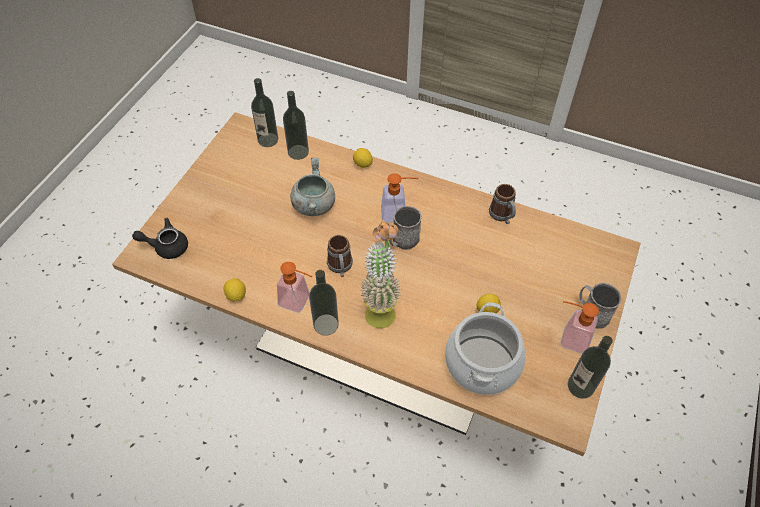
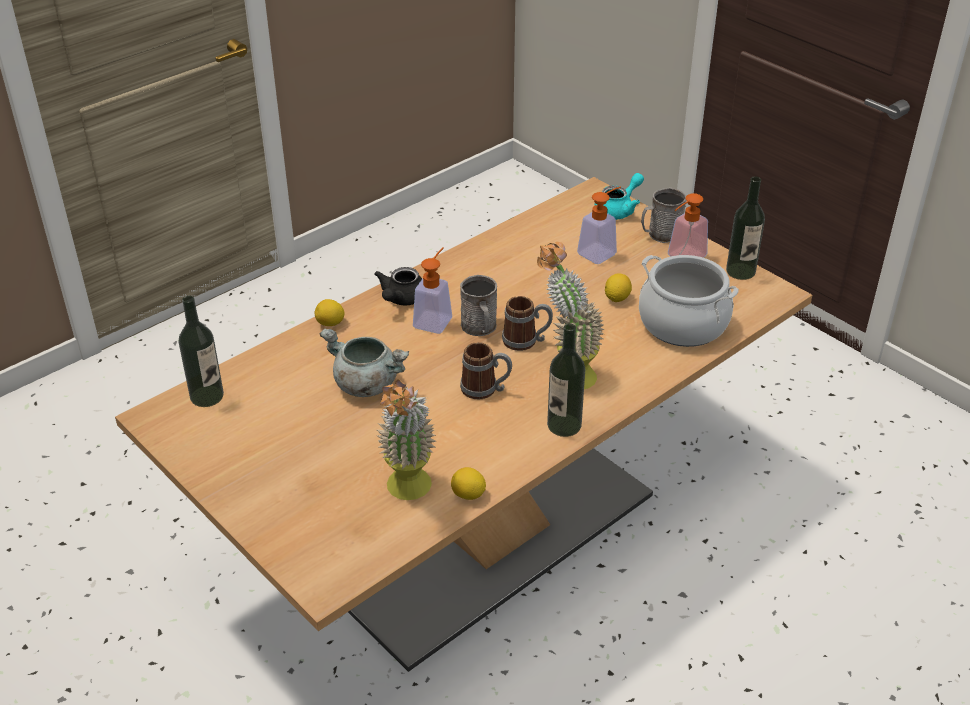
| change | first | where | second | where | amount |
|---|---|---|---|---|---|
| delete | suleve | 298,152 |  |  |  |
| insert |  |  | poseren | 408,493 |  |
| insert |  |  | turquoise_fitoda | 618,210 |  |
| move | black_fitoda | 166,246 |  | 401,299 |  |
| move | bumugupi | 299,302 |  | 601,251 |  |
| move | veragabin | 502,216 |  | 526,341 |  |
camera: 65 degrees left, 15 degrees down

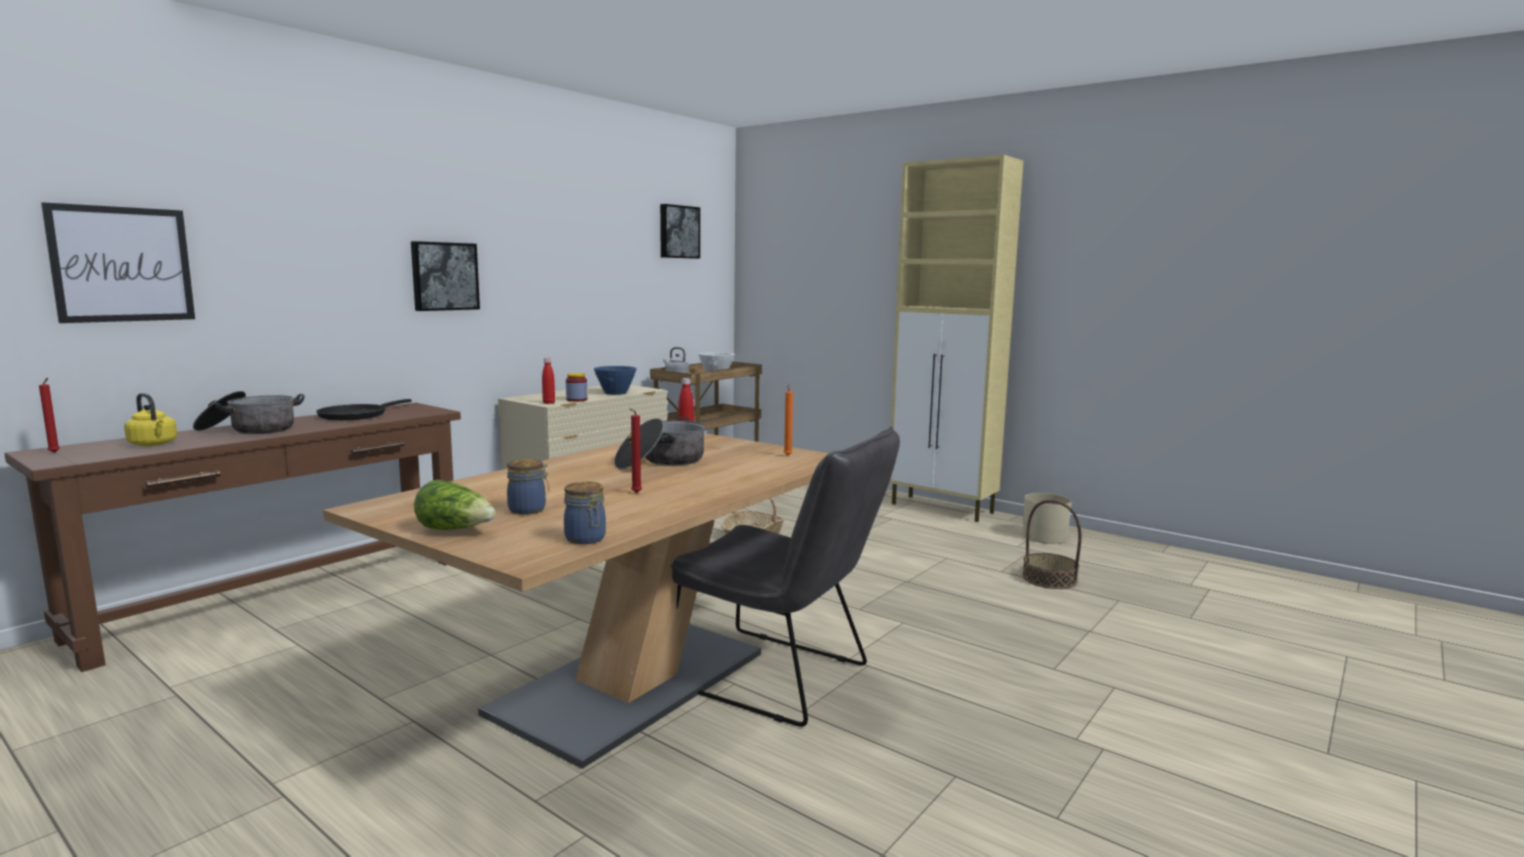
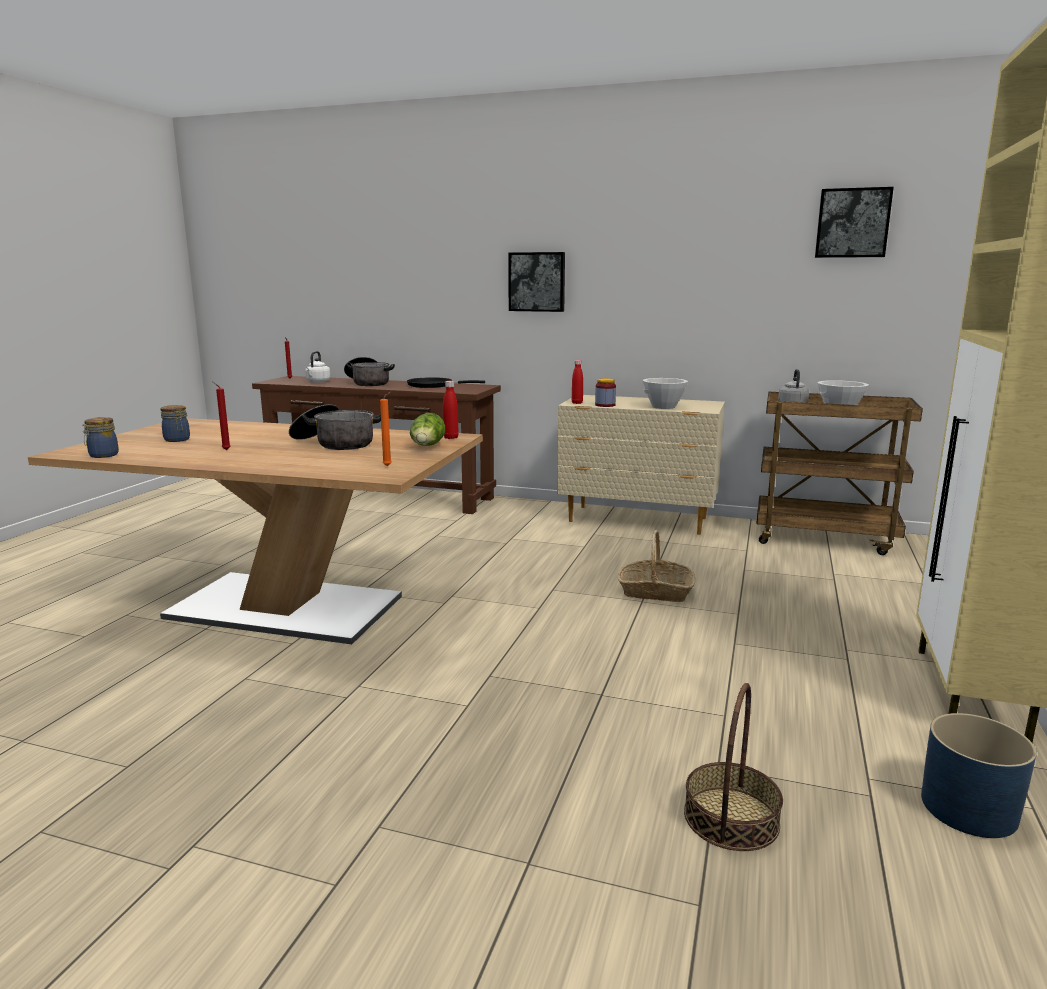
| change | first | where | second | where | amount |
|---|---|---|---|---|---|
| delete | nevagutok | 122,264 |  |  |  |
| delete | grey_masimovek | 780,679 |  |  |  |
| move | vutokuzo | 456,530 |  | 427,447 |  |
| recolor | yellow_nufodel | 154,444 | white_nufodel | 317,382 |  |
| recolor | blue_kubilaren | 615,393 | white_kubilaren | 663,407 |  |
| recolor | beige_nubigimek | 1045,537 | blue_nubigimek | 969,809 |  |
camera: 70 degrees right, 5 degrees up

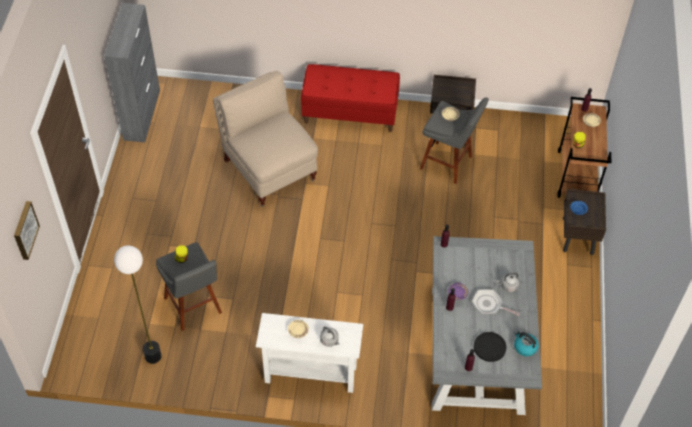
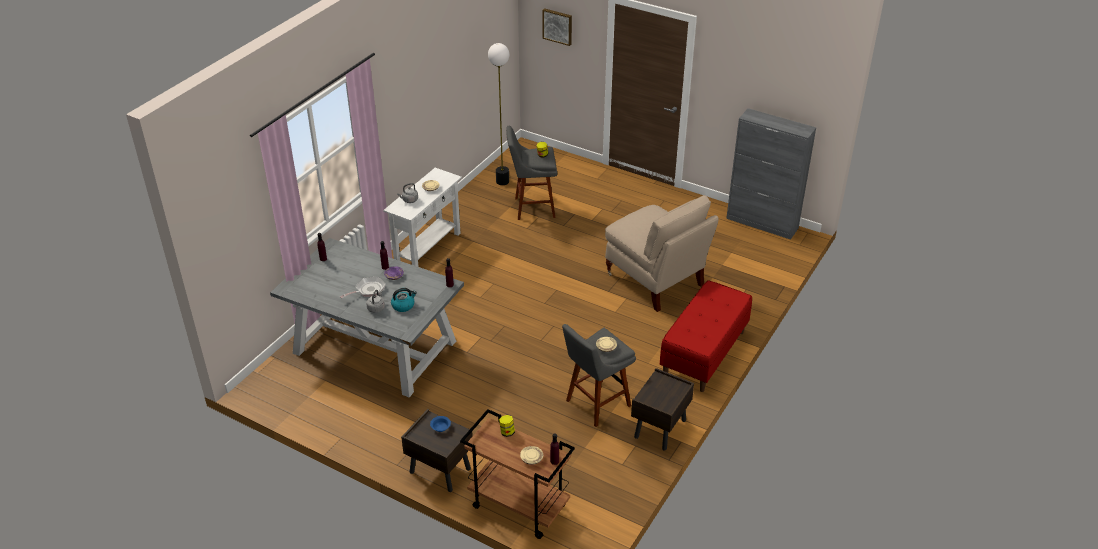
| change | first | where | second | where | amount |
|---|---|---|---|---|---|
| delete | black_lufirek | 489,347 |  |  |  |
| move | nufodel | 524,347 |  | 403,305 |  |
| rotate | beige_masimovek | 269,169 |  | 655,280 | 60 degrees clockwise |
camera: 115 degrees right, 15 degrees down

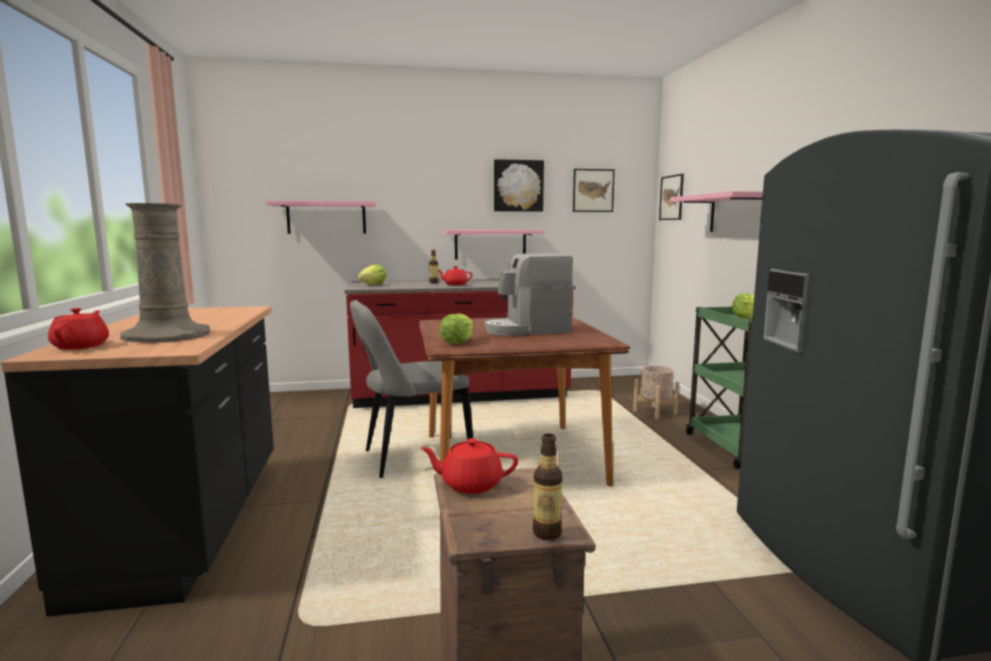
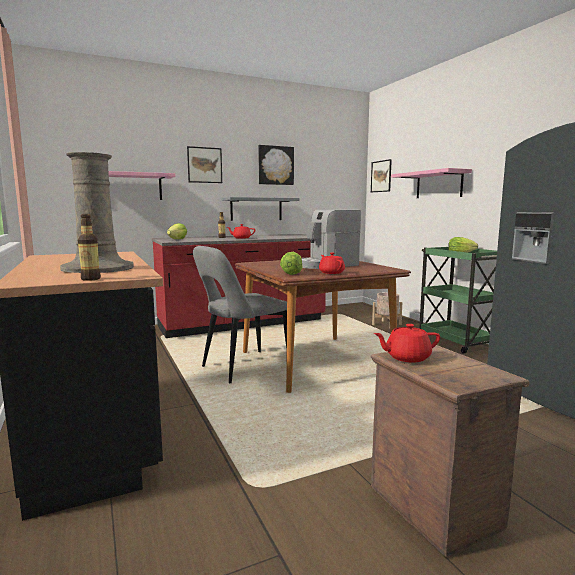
| change | first | where | second | where | amount |
|---|---|---|---|---|---|
| move | red_fitoda | 82,346 |  | 331,272 |  |
| move | suleve | 547,533 |  | 91,279 |  |
| move | nevagutok | 593,190 |  | 204,165 |  |
| recolor | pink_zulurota | 490,244 | grey_zulurota | 256,209 |  |
camera: 15 degrees left, 0 degrees up

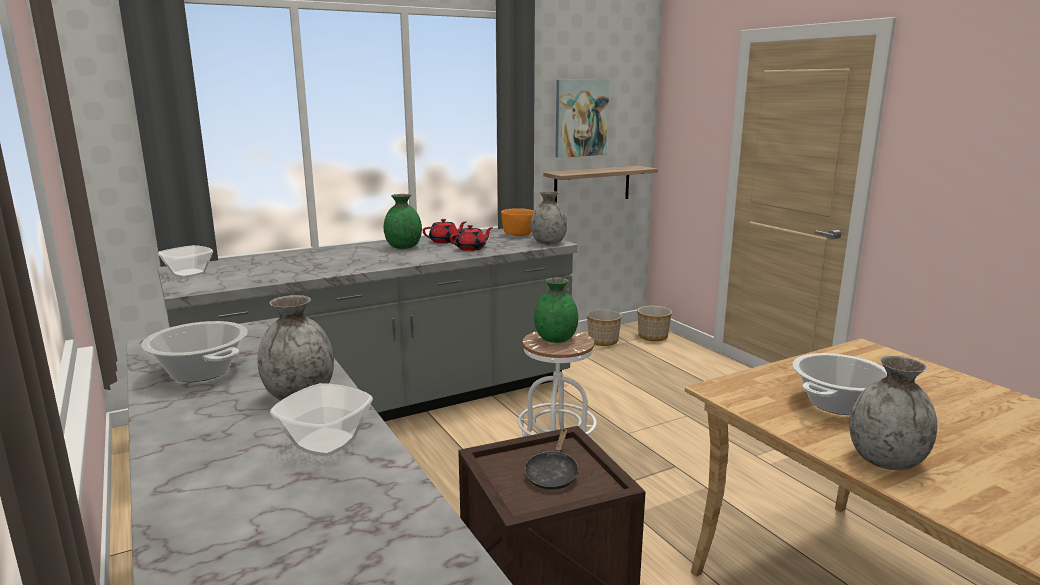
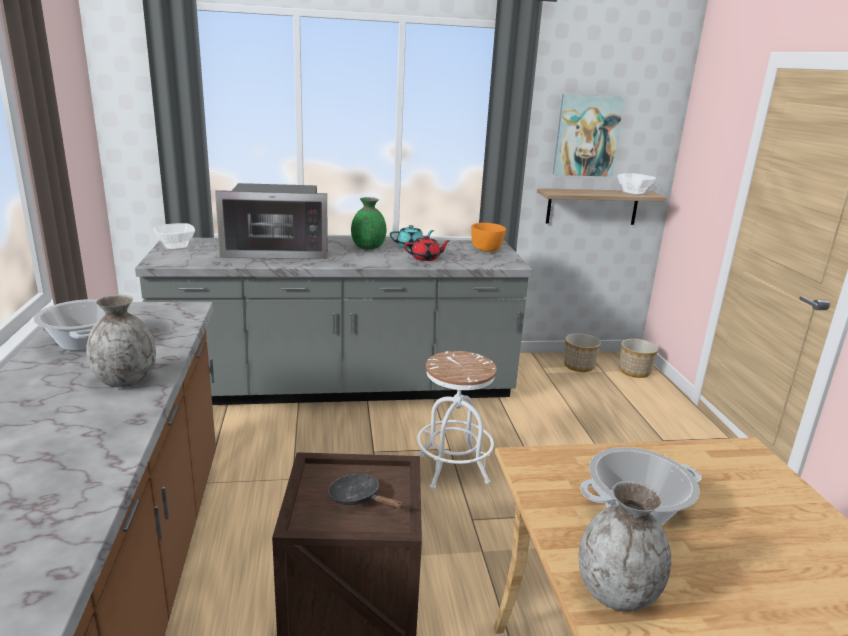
| change | first | where | second | where | amount |
|---|---|---|---|---|---|
| delete | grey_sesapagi | 548,243 |  |  |  |
| delete | green_sesapagi | 556,339 |  |  |  |
| insert |  |  | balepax | 277,250 |  |
| move | kubilaren | 327,442 |  | 634,193 |  |
| recolor | red_fitoda | 444,241 | turquoise_fitoda | 411,246 |  |
| rotate | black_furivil | 552,474 |  | 358,498 | 90 degrees clockwise |
camera: 20 degrees right, 5 degrees up

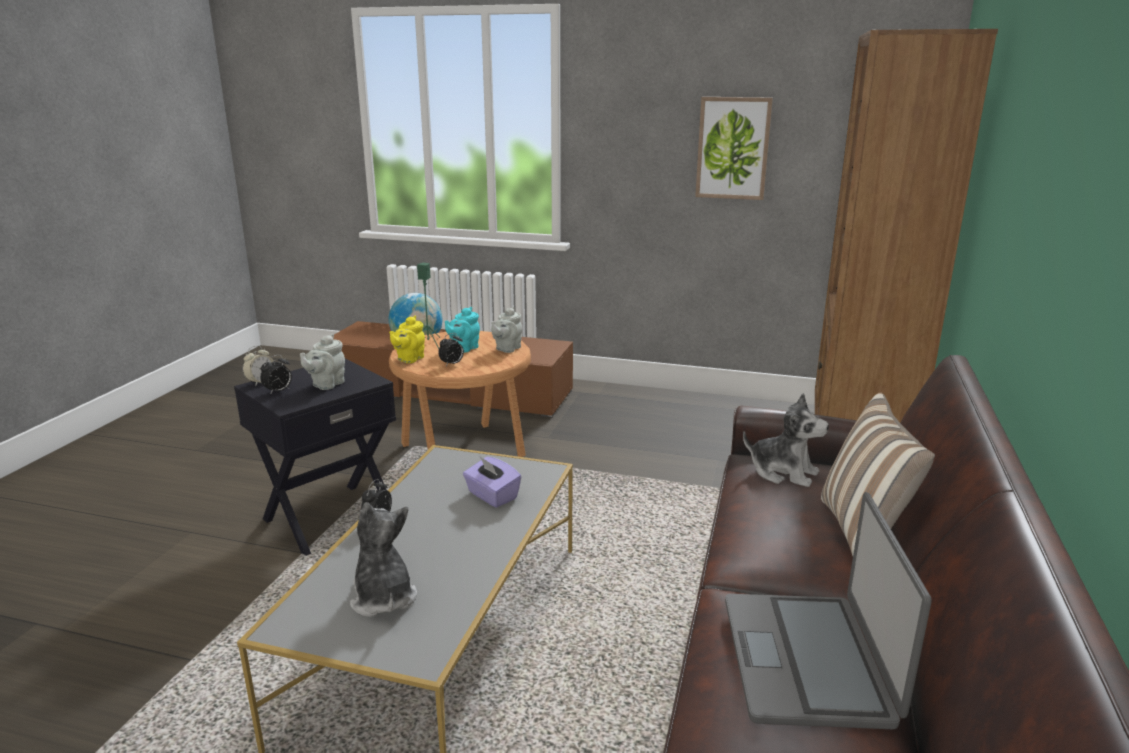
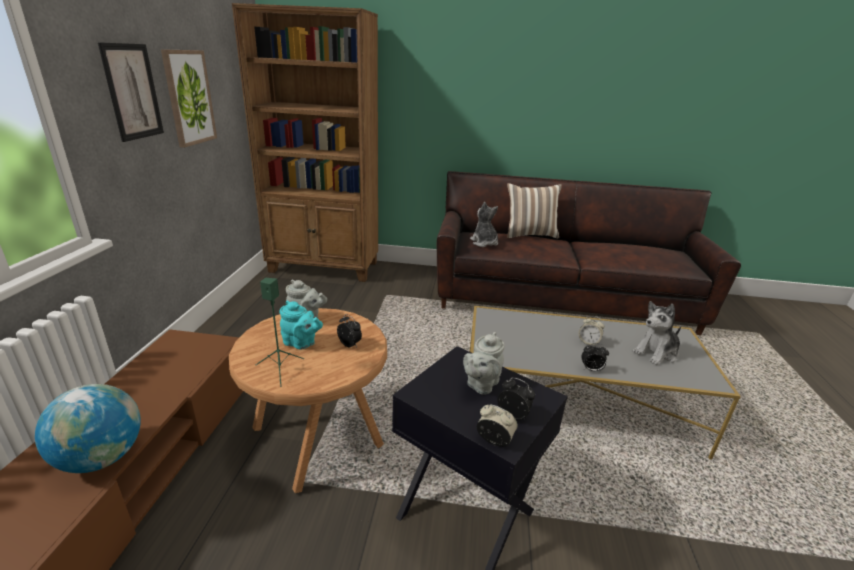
| change | first | where | second | where | amount |
|---|---|---|---|---|---|
| delete | yellow_fitoda | 409,359 |  |  |  |
| delete | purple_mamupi | 492,496 |  |  |  |
| delete | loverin | 808,660 |  |  |  |
| insert |  |  | nevagutok | 132,92 |  |
| insert |  |  | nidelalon | 588,342 |  |
| rotate | grey_fitoda | 326,384 |  | 481,384 | 105 degrees clockwise |
| rotate | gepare | 783,472 |  | 484,243 | 45 degrees counterclockwise |
camera: 100 degrees left, 5 degrees up

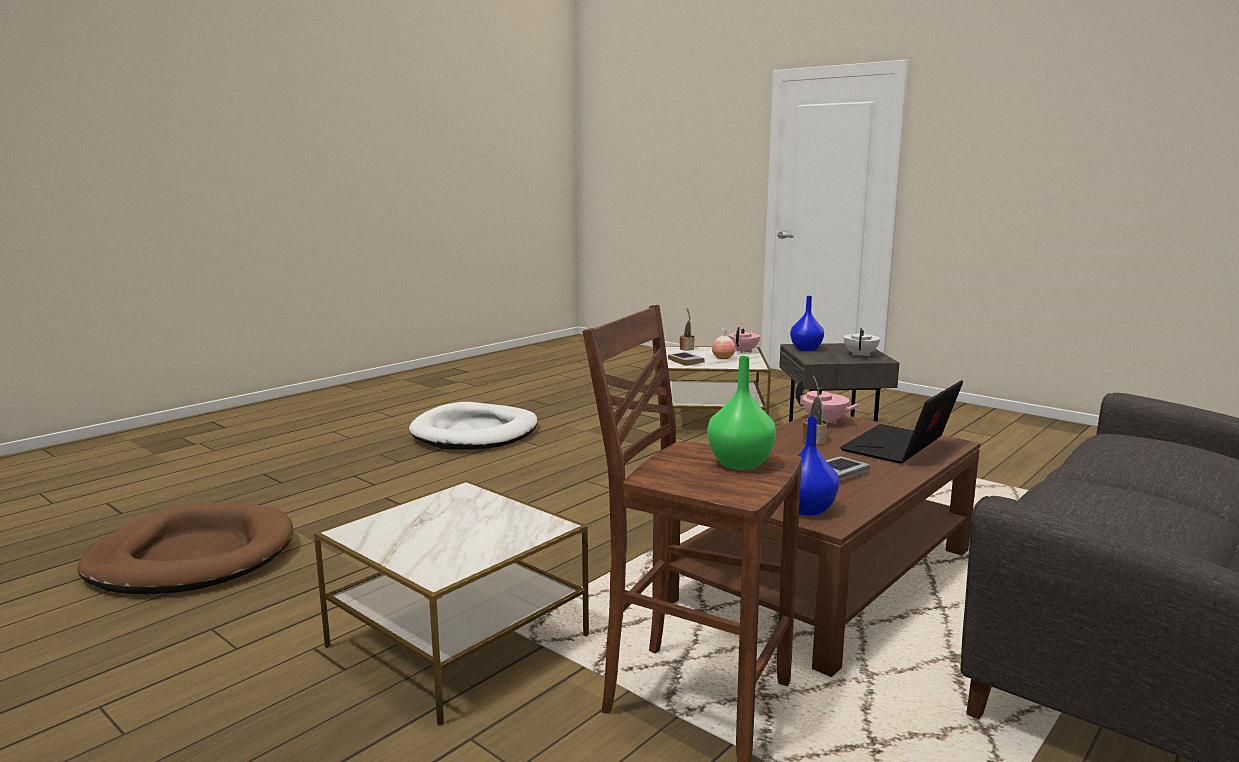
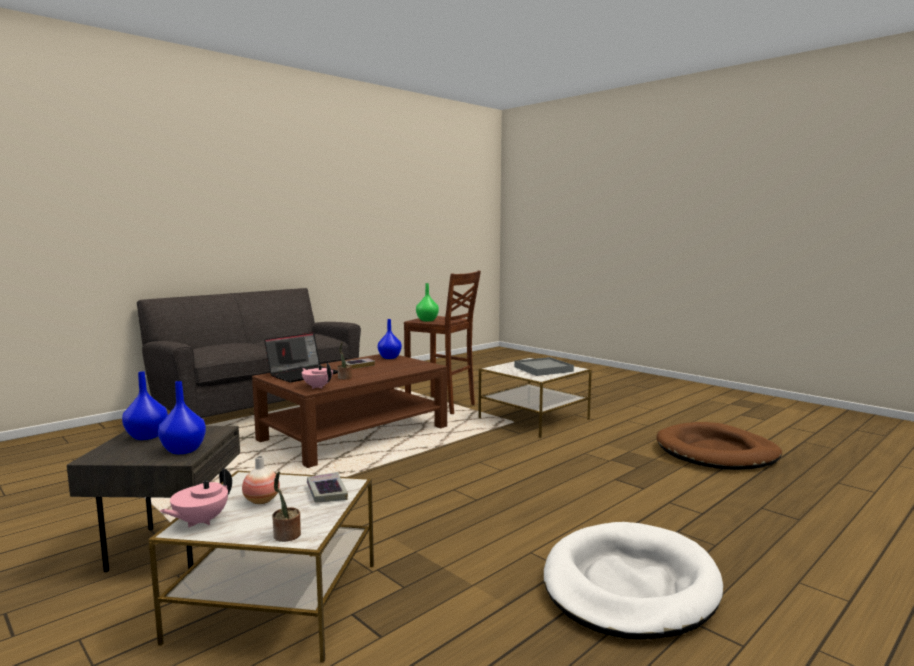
| change | first | where | second | where | amount |
|---|---|---|---|---|---|
| insert |  |  | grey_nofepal | 543,369 |  |
| replace | white_fitoda | 860,355 | blue_sesapagi | 146,436 |  |
camera: 175 degrees left, 5 degrees down

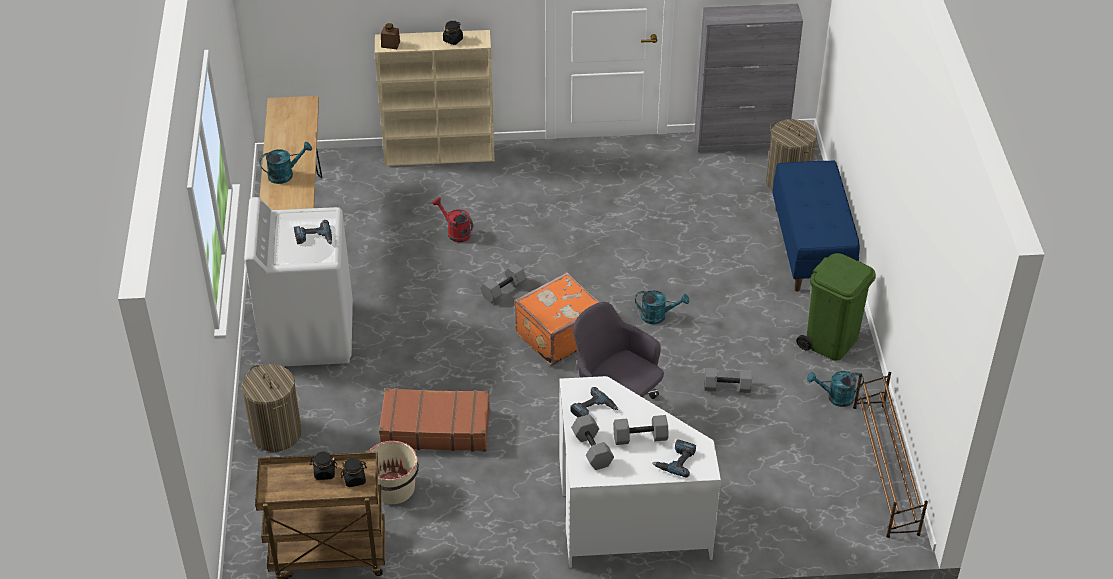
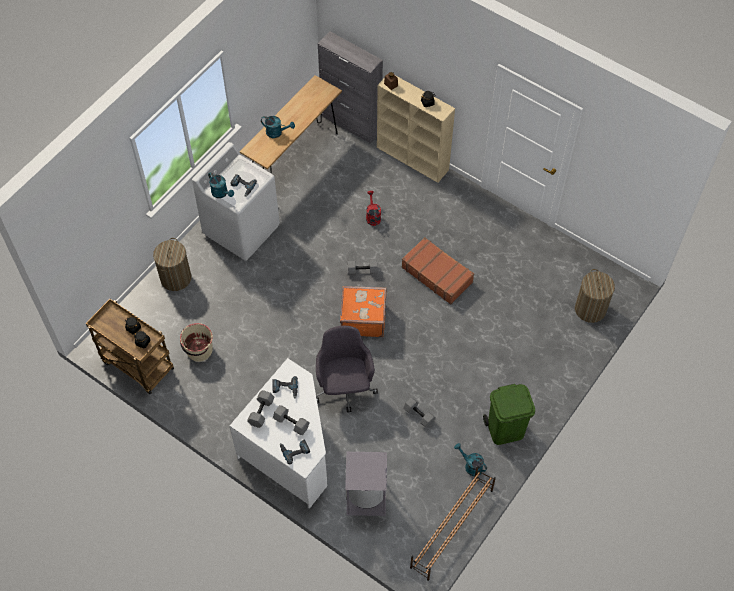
| change | first | where | second | where | amount |
|---|---|---|---|---|---|
| delete | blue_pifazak | 811,248 |  |  |  |
| insert |  |  | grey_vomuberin | 365,497 |  |
| move | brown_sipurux | 435,428 |  | 437,274 |  |
| move | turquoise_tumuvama | 658,316 |  | 221,193 |  |
| move | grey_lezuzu | 741,141 |  | 351,123 |  |
camera: 40 degrees right, 15 degrees up

